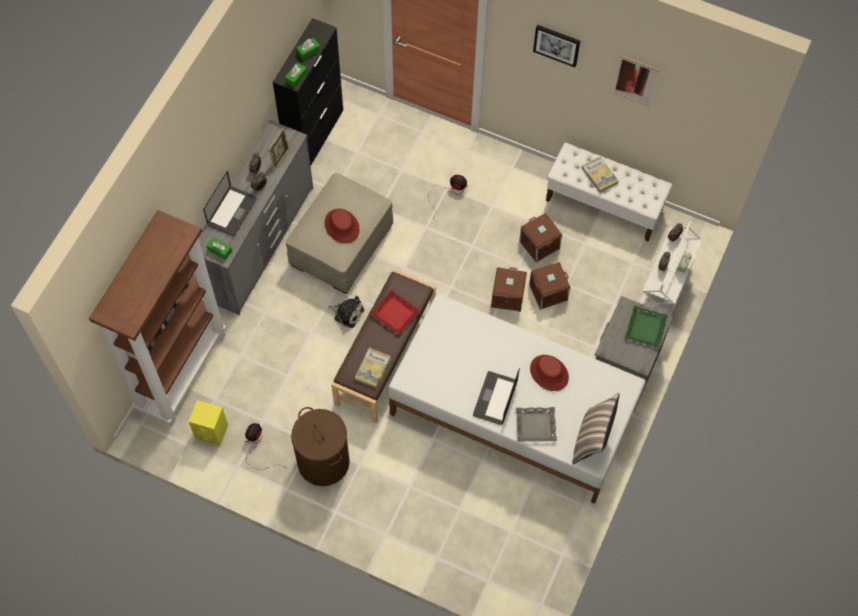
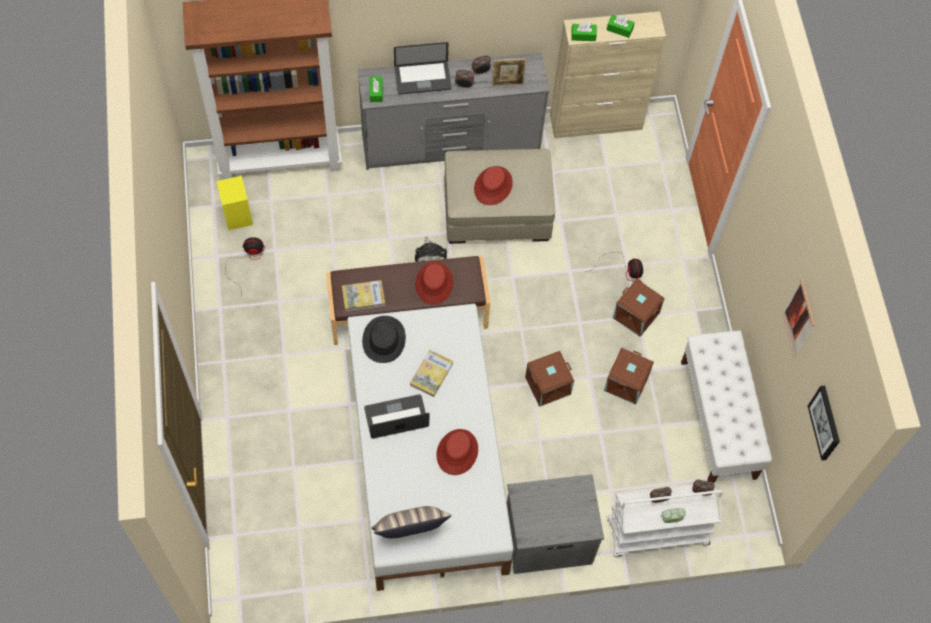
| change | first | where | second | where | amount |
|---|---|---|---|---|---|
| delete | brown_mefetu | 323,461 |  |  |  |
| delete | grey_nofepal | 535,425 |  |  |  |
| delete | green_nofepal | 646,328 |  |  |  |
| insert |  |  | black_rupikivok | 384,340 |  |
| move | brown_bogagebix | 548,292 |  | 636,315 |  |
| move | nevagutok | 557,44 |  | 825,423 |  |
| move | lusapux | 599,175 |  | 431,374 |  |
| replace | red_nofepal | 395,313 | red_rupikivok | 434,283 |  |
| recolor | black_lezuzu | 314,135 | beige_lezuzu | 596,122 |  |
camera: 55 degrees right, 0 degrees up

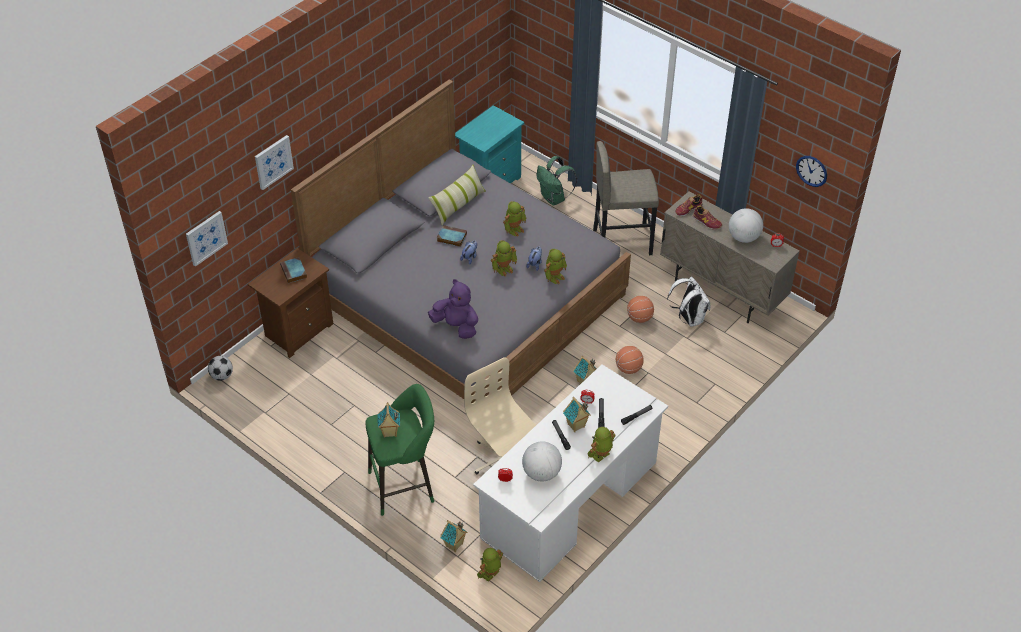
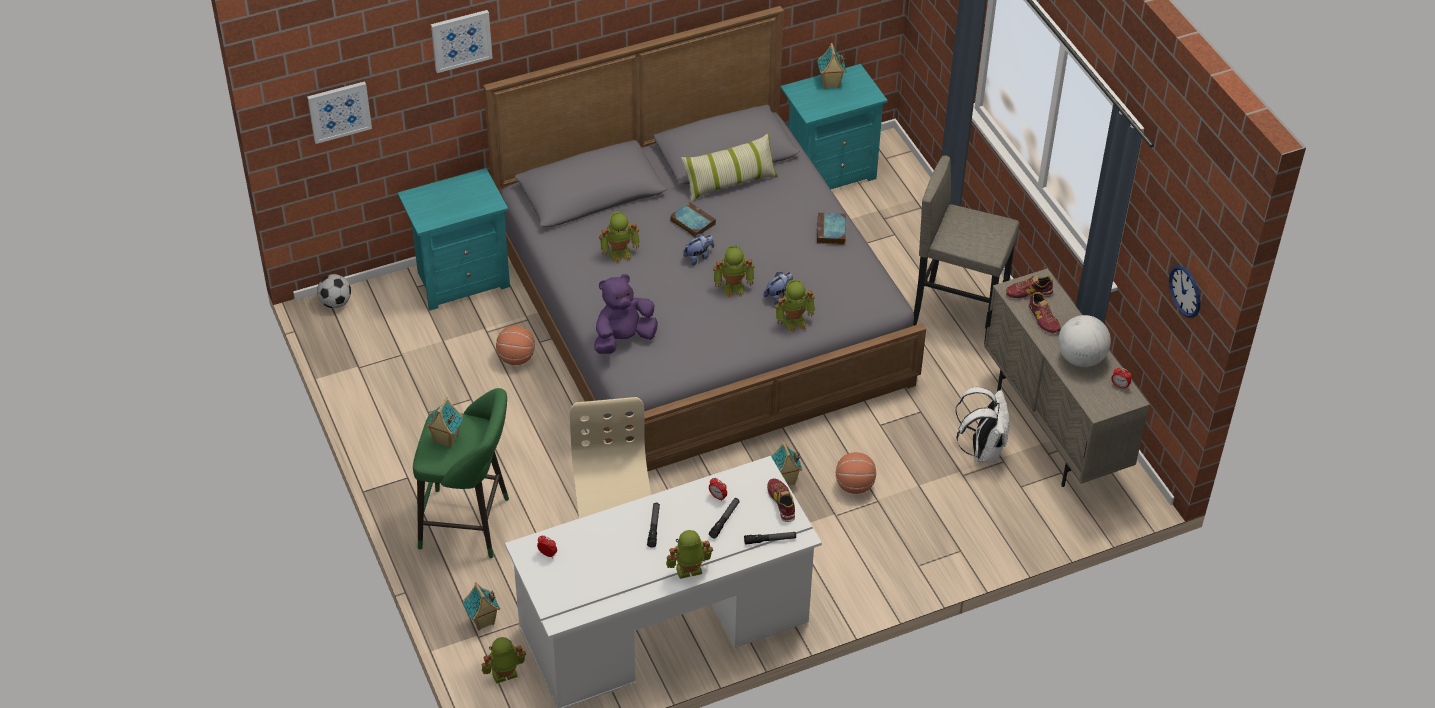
| change | first | where | second | where | amount |
|---|---|---|---|---|---|
| delete | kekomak | 541,473 |  |  |  |
| delete | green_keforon | 554,198 |  |  |  |
| insert |  |  | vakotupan | 781,502 |  |
| move | lusapux | 294,272 |  | 831,232 |  |
| move | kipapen | 514,229 |  | 620,253 |  |
| move | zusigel | 576,426 |  | 830,84 |  |
| move | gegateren | 639,318 |  | 516,358 |  |
| recolor | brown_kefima | 297,330 | turquoise_kefima | 461,279 |  |
| rotate | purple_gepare | 456,326 |  | 623,339 | 90 degrees counterclockwise |
camera: 25 degrees right, 0 degrees up

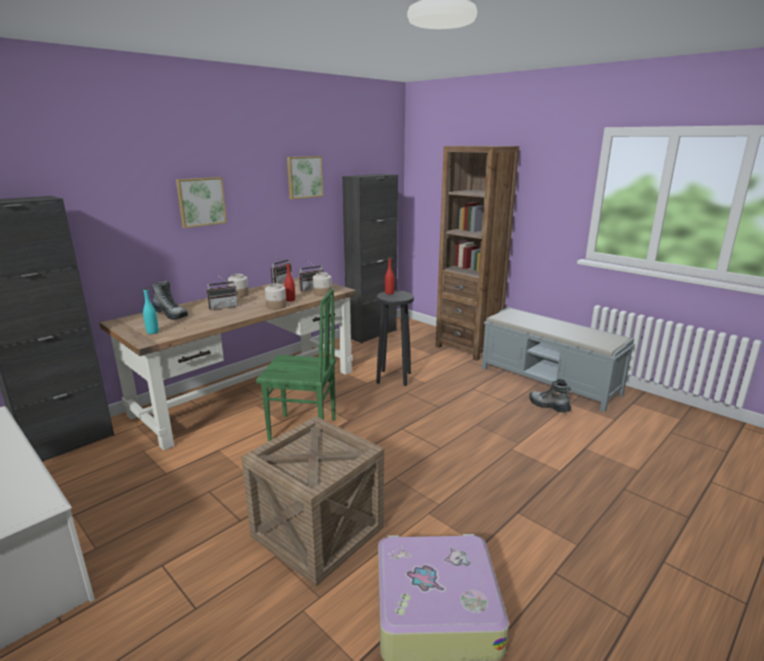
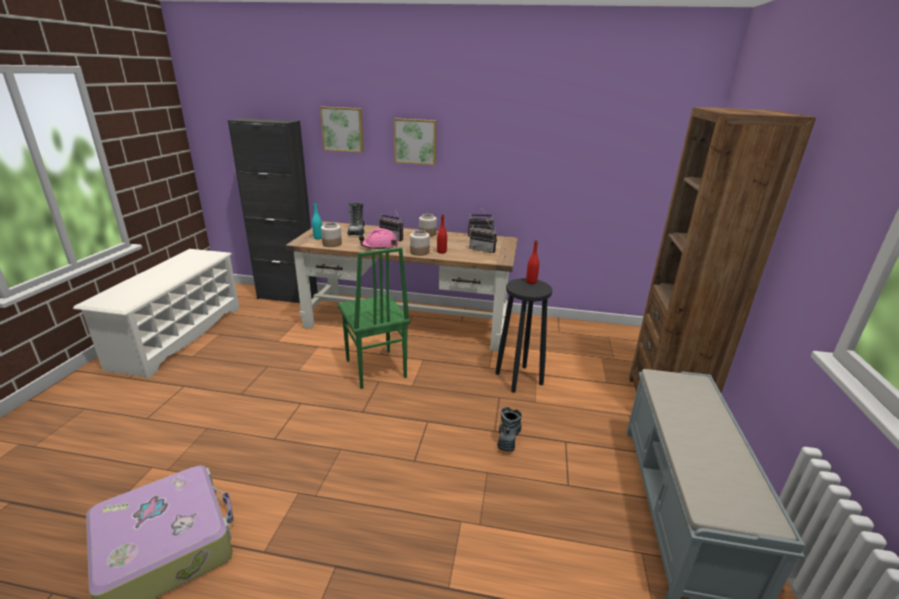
| change | first | where | second | where | amount |
|---|---|---|---|---|---|
| delete | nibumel | 318,532 |  |  |  |
| delete | black_lezuzu | 372,333 |  |  |  |
| insert |  |  | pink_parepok | 379,246 |  |
| move | nevagutok | 304,177 |  | 343,129 |  |
| move | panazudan | 323,293 |  | 332,244 |  |
| move | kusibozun | 548,406 |  | 508,436 |  |
camera: 55 degrees right, 5 degrees up

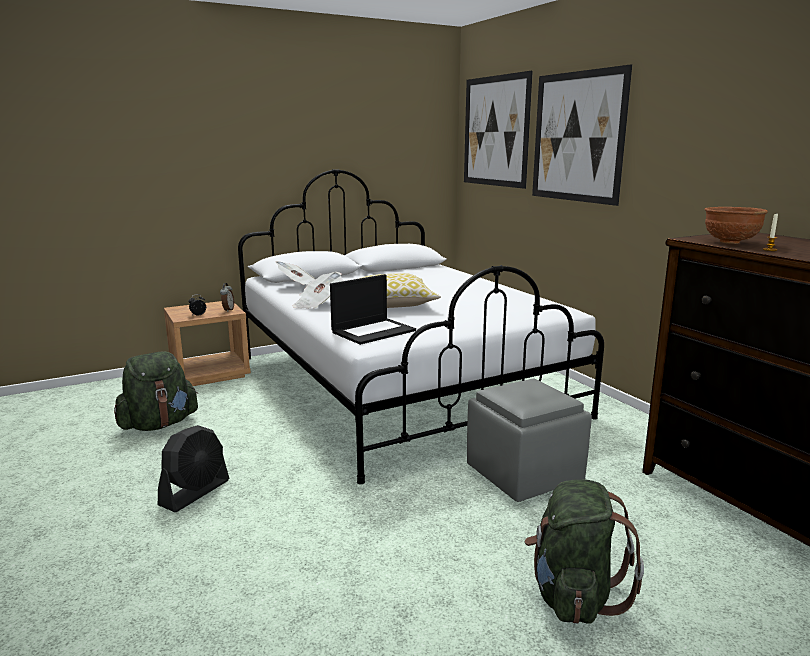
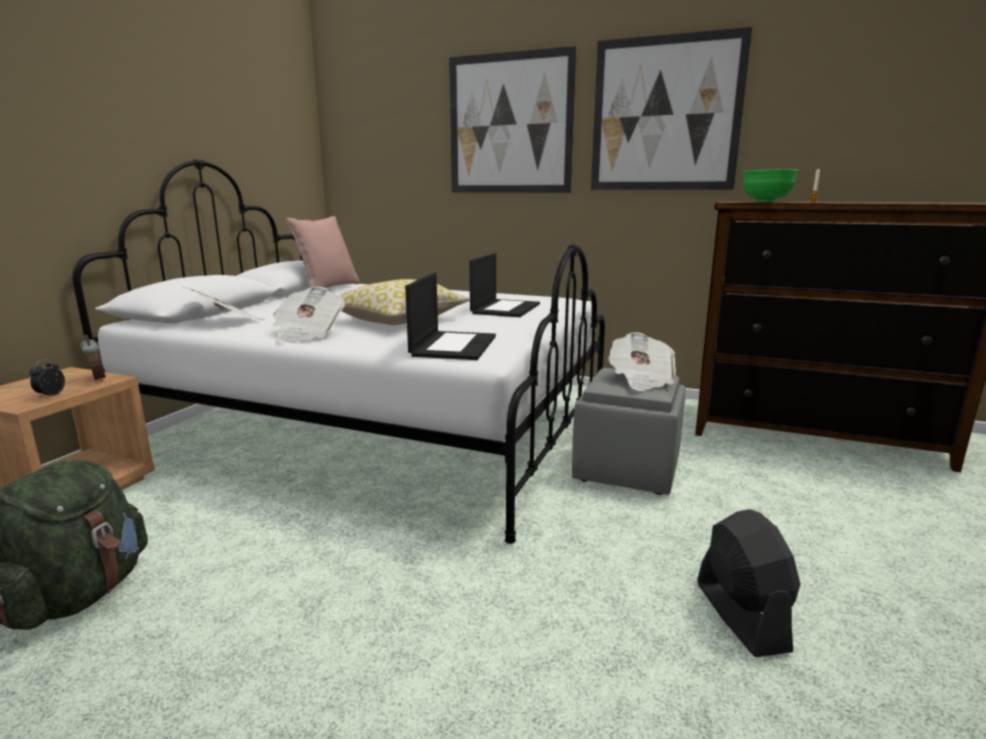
| change | first | where | second | where | amount |
|---|---|---|---|---|---|
| delete | green_keforon | 573,595 |  |  |  |
| insert |  |  | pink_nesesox | 328,289 |  |
| insert |  |  | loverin | 505,308 |  |
| insert |  |  | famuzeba | 641,380 |  |
| move | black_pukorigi | 195,492 |  | 740,615 |  |
| move | nevagutok | 495,131 |  | 665,115 |  |
| recolor | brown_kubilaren | 730,242 | green_kubilaren | 765,201 |  |
camera: 40 degrees left, 0 degrees up

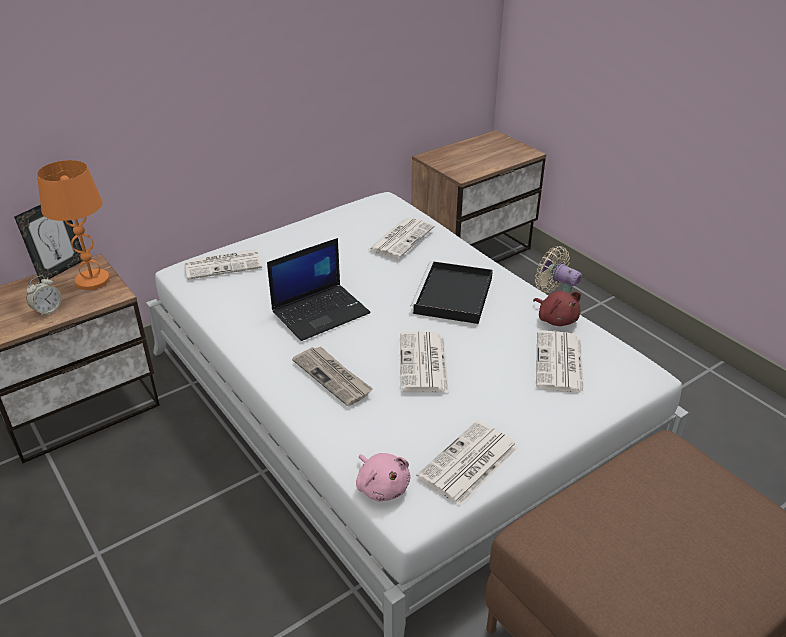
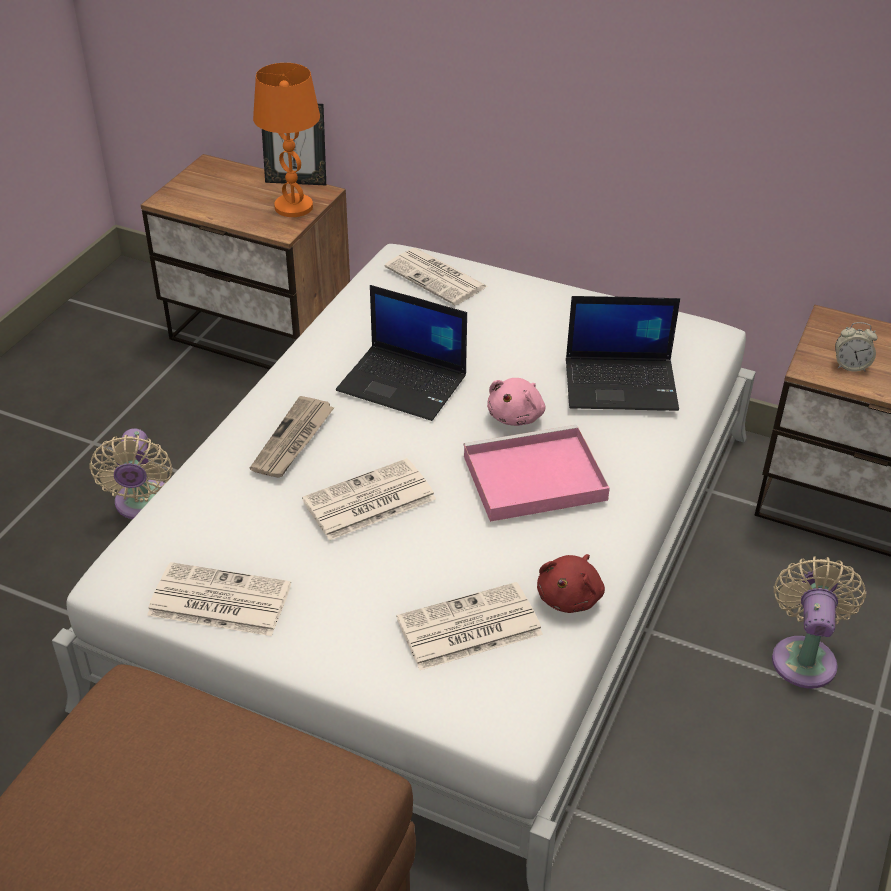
| change | first | where | second | where | amount |
|---|---|---|---|---|---|
| insert |  |  | beige_pukorigi | 142,505 |  |
| move | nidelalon | 48,310 |  | 850,366 |  |
| move | pink_gepare | 382,486 |  | 517,416 |  |
| replace | famuzeba | 401,238 | loverin | 622,384 |  |
| recolor | black_nofepal | 453,296 | pink_nofepal | 531,479 |  |
camera: 60 degrees right, 5 degrees up

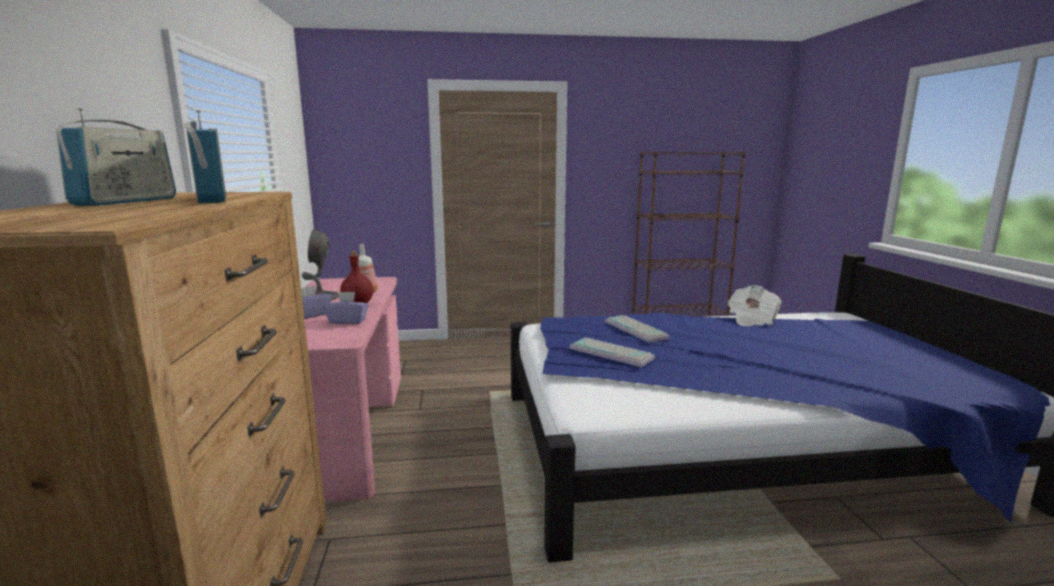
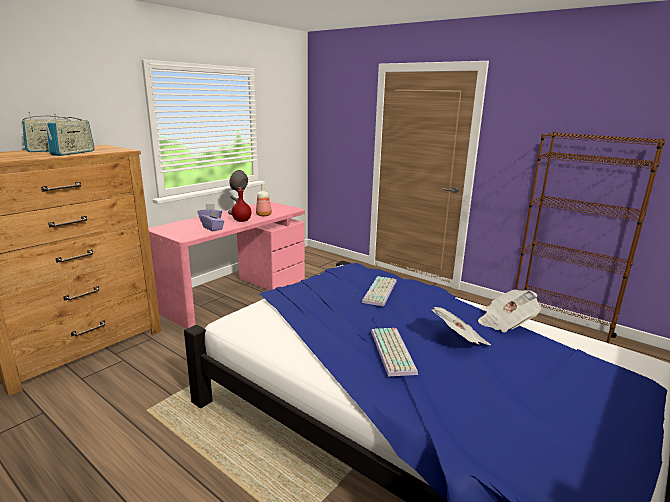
| change | first | where | second | where | amount |
|---|---|---|---|---|---|
| insert |  |  | famuzeba | 459,340 |  |
| move | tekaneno | 612,353 |  | 394,352 |  |
camera: 45 degrees right, 5 degrees up

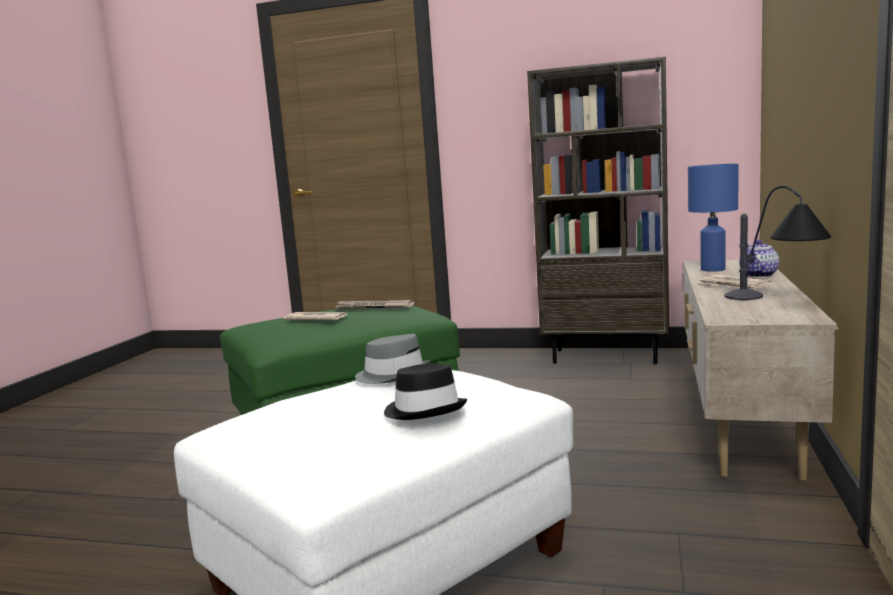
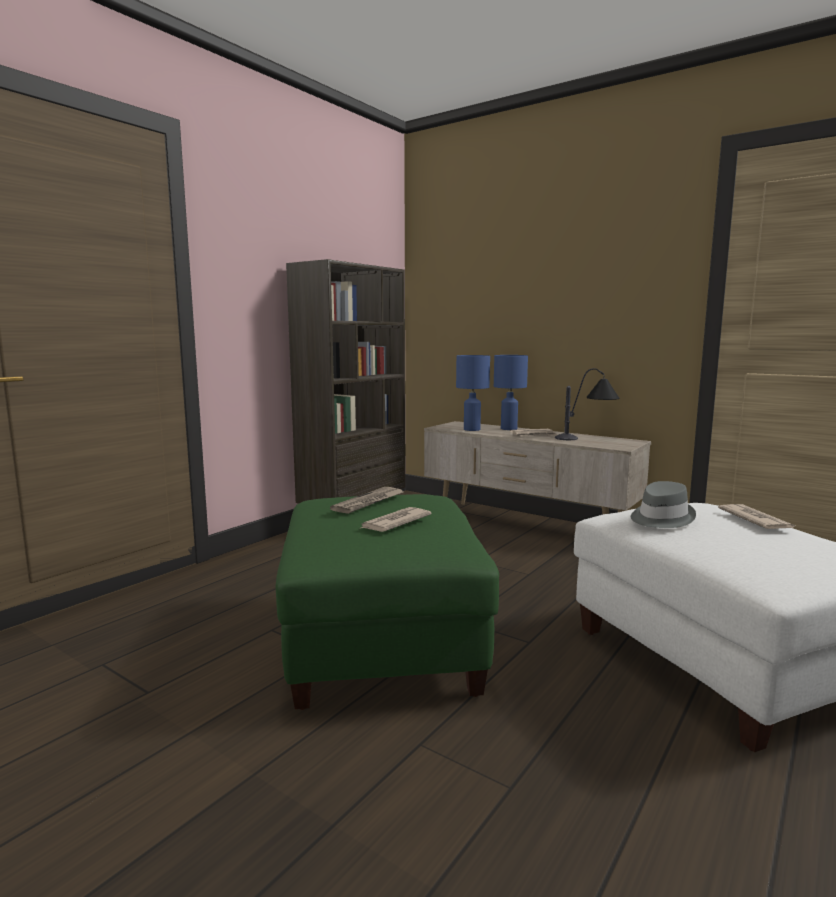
| change | first | where | second | where | amount |
|---|---|---|---|---|---|
| replace | black_rupikivok | 424,410 | famuzeba | 755,520 |  |
| replace | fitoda | 759,275 | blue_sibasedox | 509,429 |  |
camera: 70 degrees left, 0 degrees up

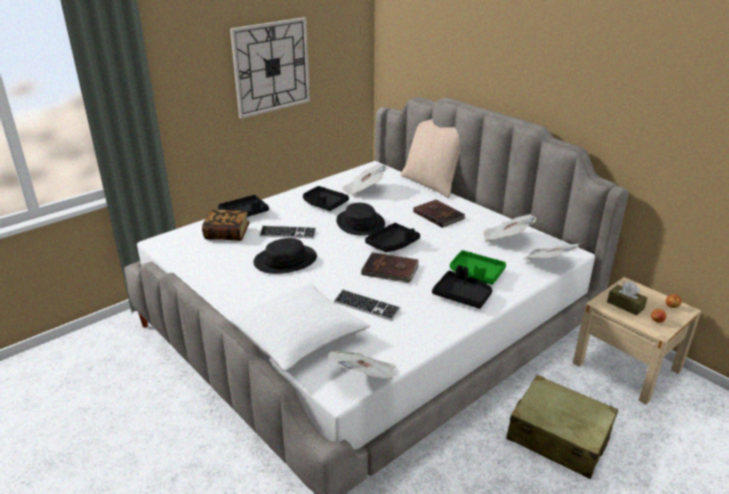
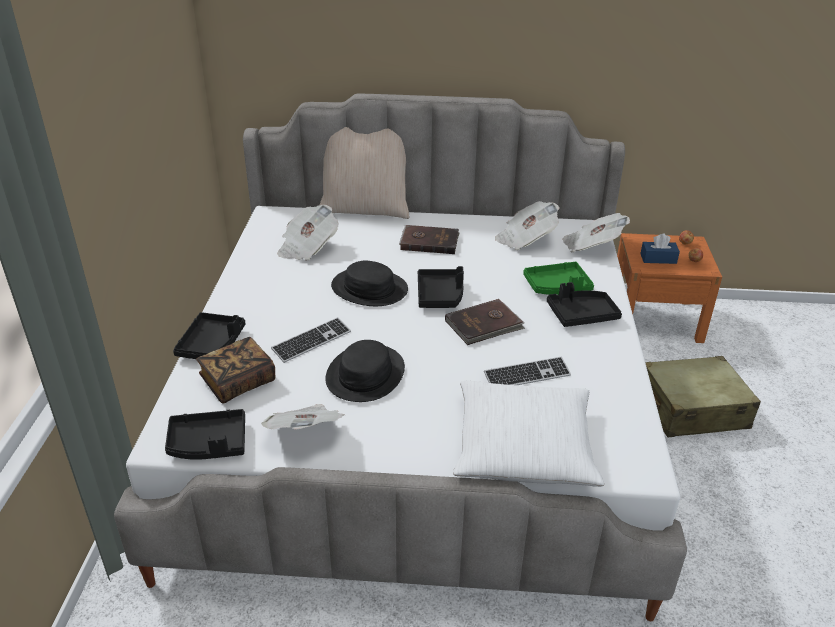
| change | first | where | second | where | amount |
|---|---|---|---|---|---|
| delete | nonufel | 271,67 |  |  |  |
| move | black_nofepal | 324,204 |  | 208,444 |  |
| move | famuzeba | 365,378 |  | 305,433 |  |
| recolor | beige_kefima | 626,367 | orange_kefima | 655,319 |  |
| recolor | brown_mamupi | 625,305 | blue_mamupi | 658,259 |  |
camera: 45 degrees left, 5 degrees up

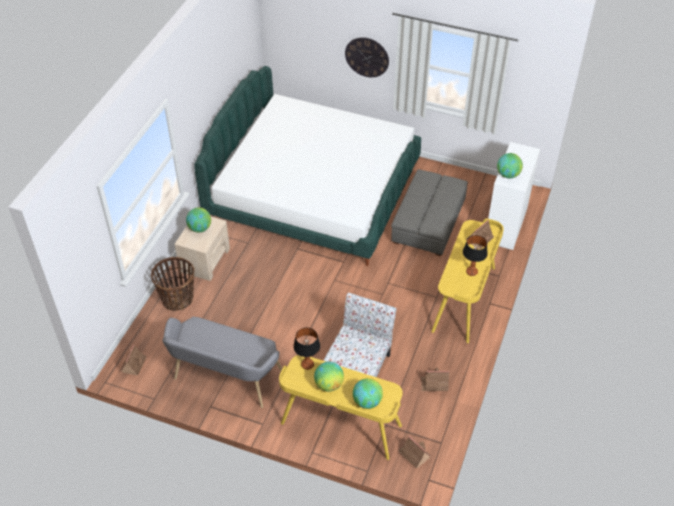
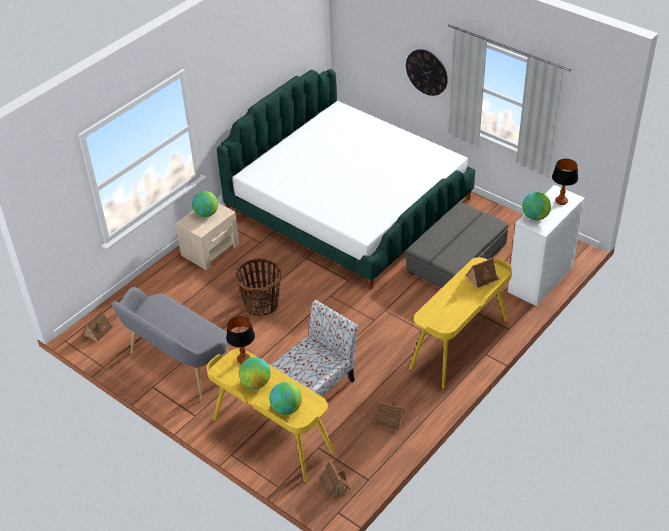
| change | first | where | second | where | amount |
|---|---|---|---|---|---|
| move | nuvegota | 177,299 |  | 261,305 |  |
| move | sibasedox | 472,272 |  | 561,201 |  |
camera: 20 degrees right, 5 degrees down

